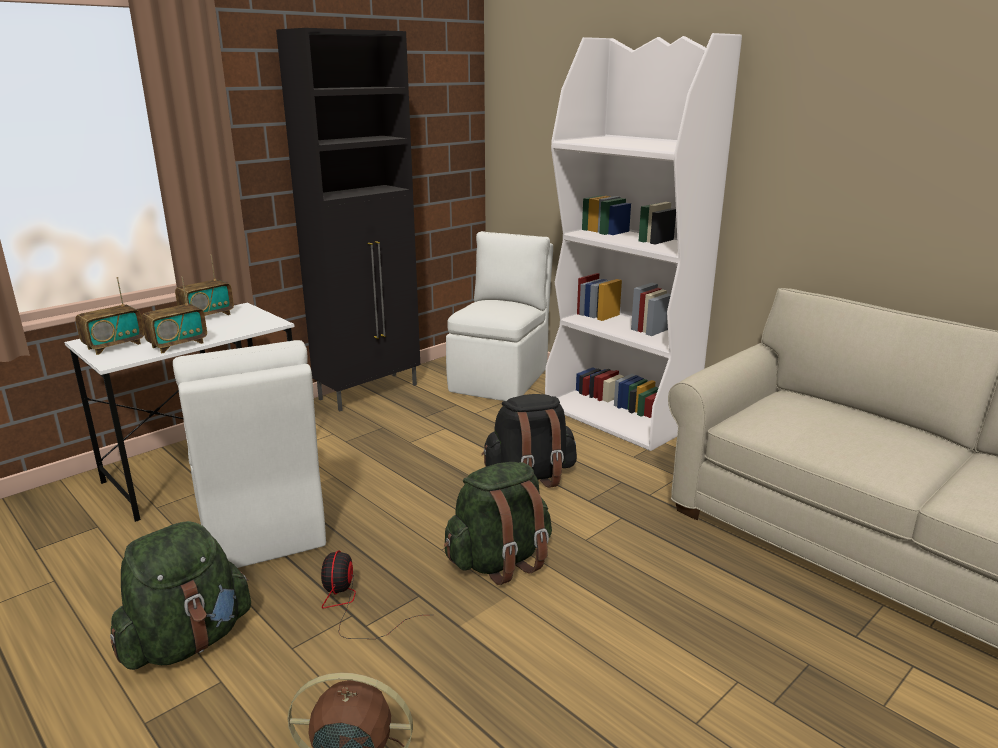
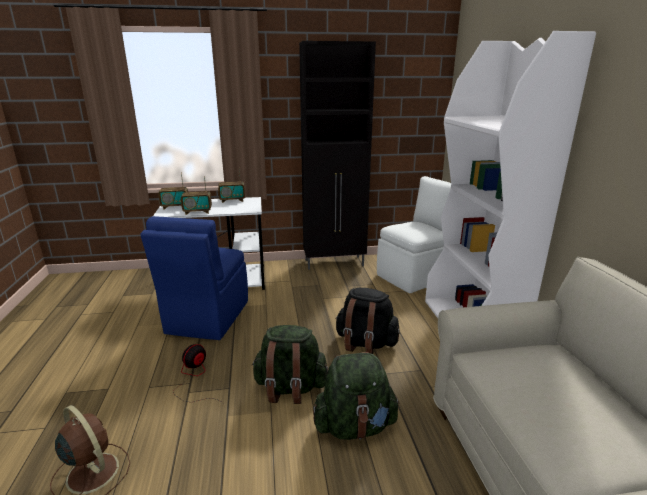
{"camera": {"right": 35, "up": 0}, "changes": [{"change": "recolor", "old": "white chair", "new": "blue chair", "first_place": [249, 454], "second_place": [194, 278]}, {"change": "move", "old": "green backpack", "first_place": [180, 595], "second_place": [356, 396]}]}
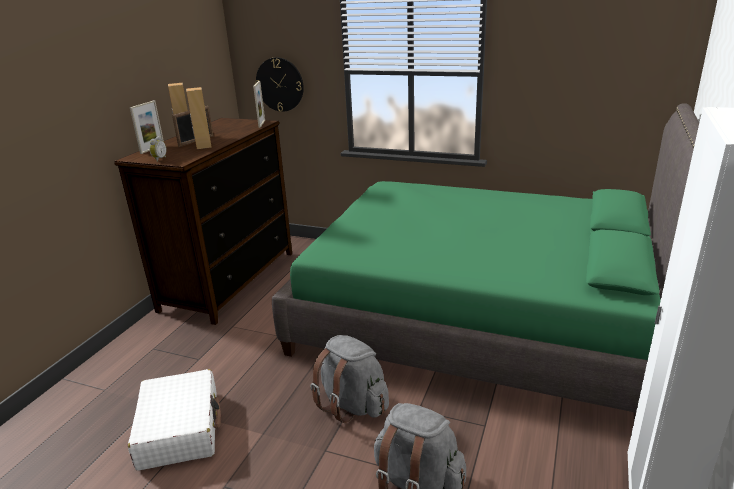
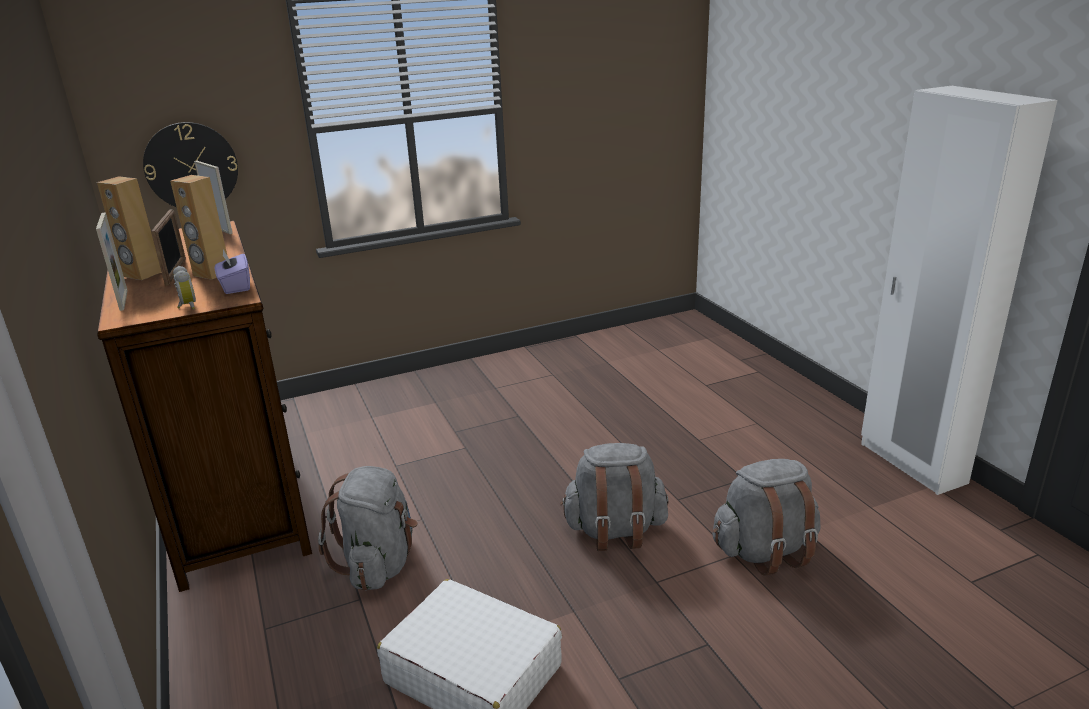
{"camera": {"right": -45, "up": 0}, "changes": [{"change": "insert", "new": "purple tissue box", "second_place": [232, 272]}, {"change": "insert", "new": "grey backpack", "second_place": [368, 528]}, {"change": "delete", "old": "green bed", "first_place": [485, 258]}]}
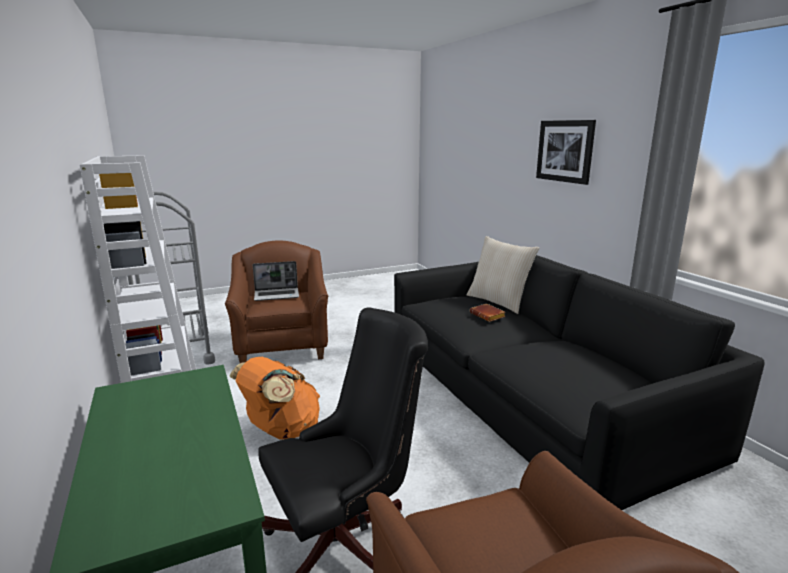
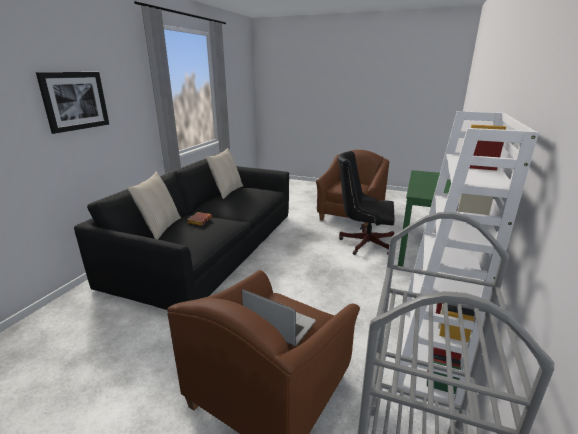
{"camera": {"right": -135, "up": 5}, "changes": [{"change": "insert", "new": "beige pillow", "second_place": [224, 173]}, {"change": "delete", "old": "orange backpack", "first_place": [274, 398]}]}
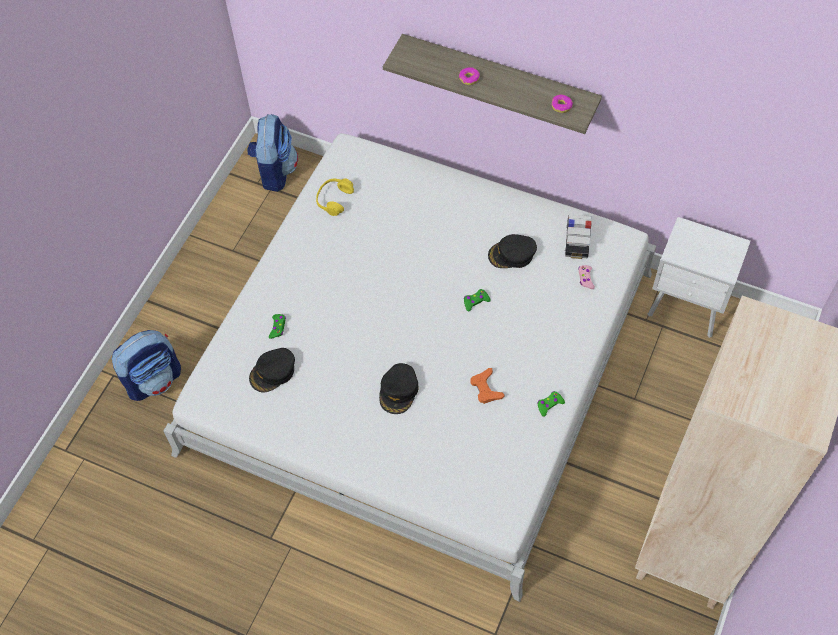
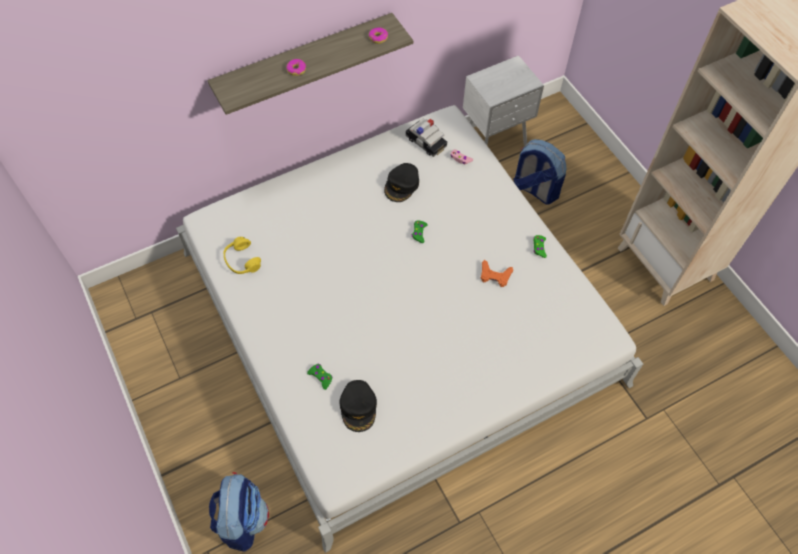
{"camera": {"right": -55, "up": 0}, "changes": [{"change": "move", "old": "backpack", "first_place": [273, 153], "second_place": [540, 171]}, {"change": "delete", "old": "black cap", "first_place": [398, 388]}]}
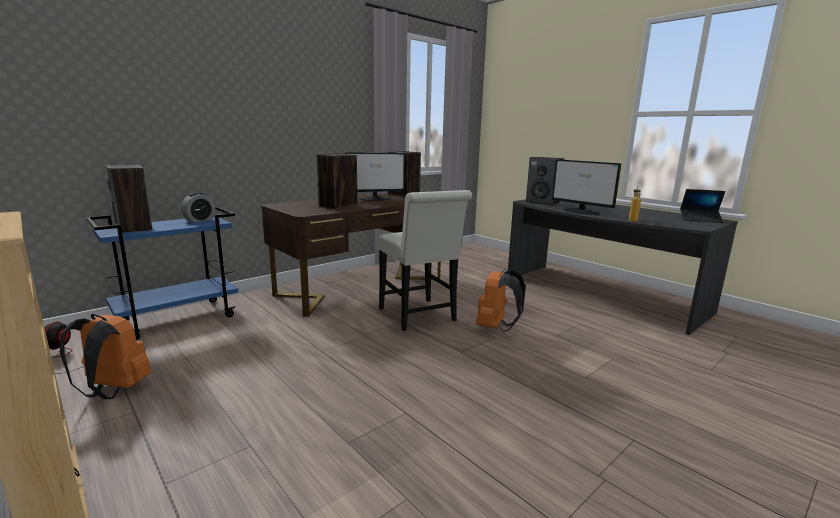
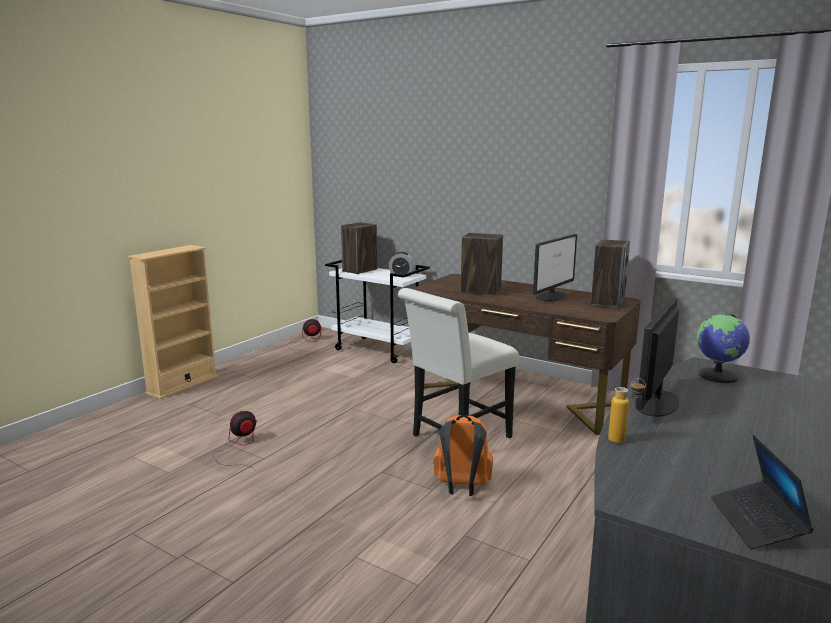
{"camera": {"right": 75, "up": 0}, "changes": [{"change": "insert", "new": "fan", "second_place": [235, 441]}, {"change": "recolor", "old": "blue cart", "new": "white cart", "first_place": [162, 273], "second_place": [377, 311]}, {"change": "rotate", "old": "monitor", "first_place": [375, 176], "second_place": [555, 267], "degrees": -105}, {"change": "replace", "old": "speaker", "new": "globe", "first_place": [545, 181], "second_place": [723, 348]}, {"change": "delete", "old": "orange backpack", "first_place": [106, 356]}]}
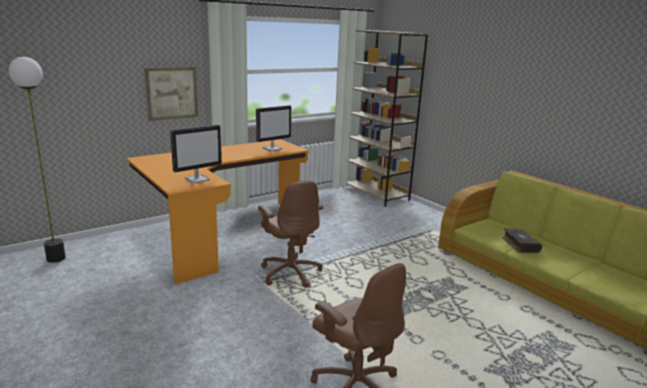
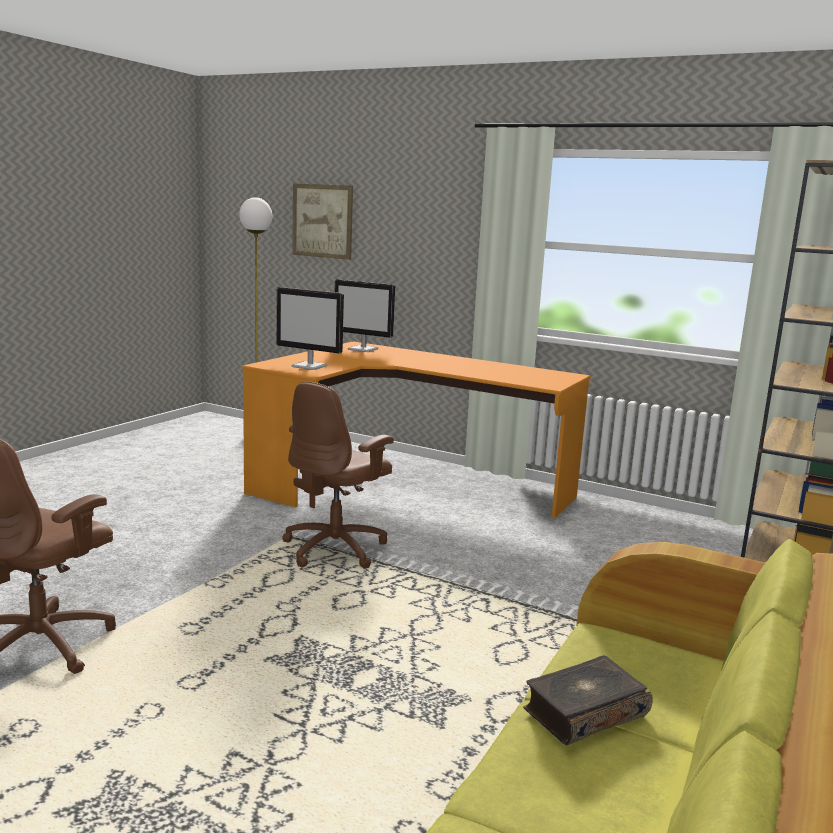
{"camera": {"right": 65, "up": -5}, "changes": [{"change": "move", "old": "picture", "first_place": [171, 94], "second_place": [322, 221]}, {"change": "move", "old": "monitor", "first_place": [273, 128], "second_place": [365, 315]}]}
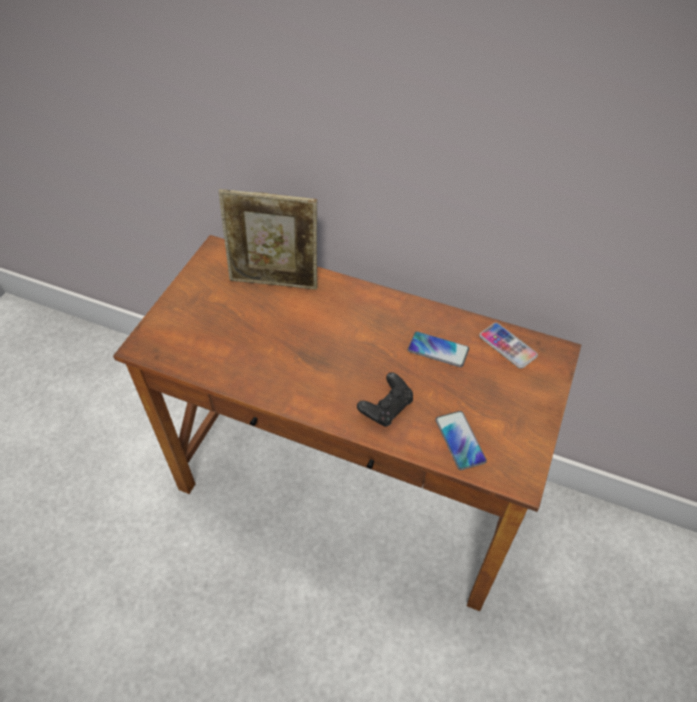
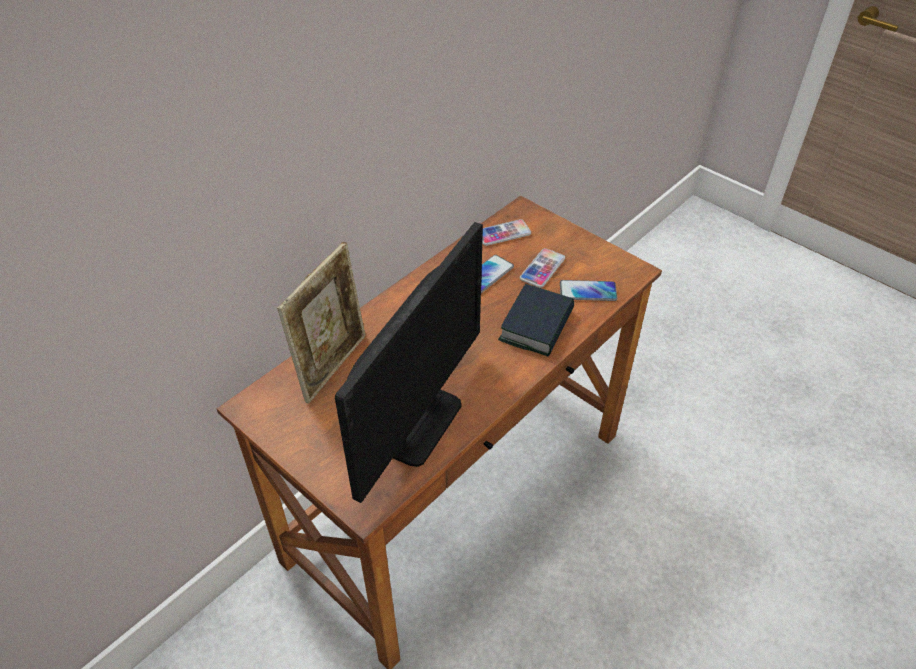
{"camera": {"right": -70, "up": -5}, "changes": [{"change": "insert", "new": "monitor", "second_place": [409, 362]}, {"change": "replace", "old": "black game controller", "new": "book", "first_place": [385, 399], "second_place": [536, 320]}, {"change": "insert", "new": "phone", "second_place": [542, 268]}]}
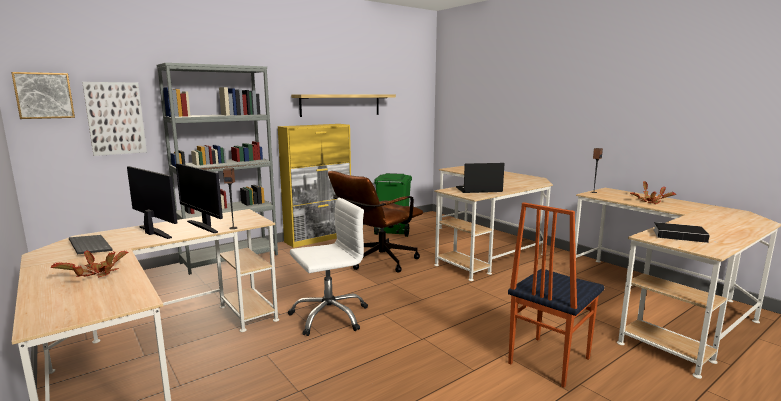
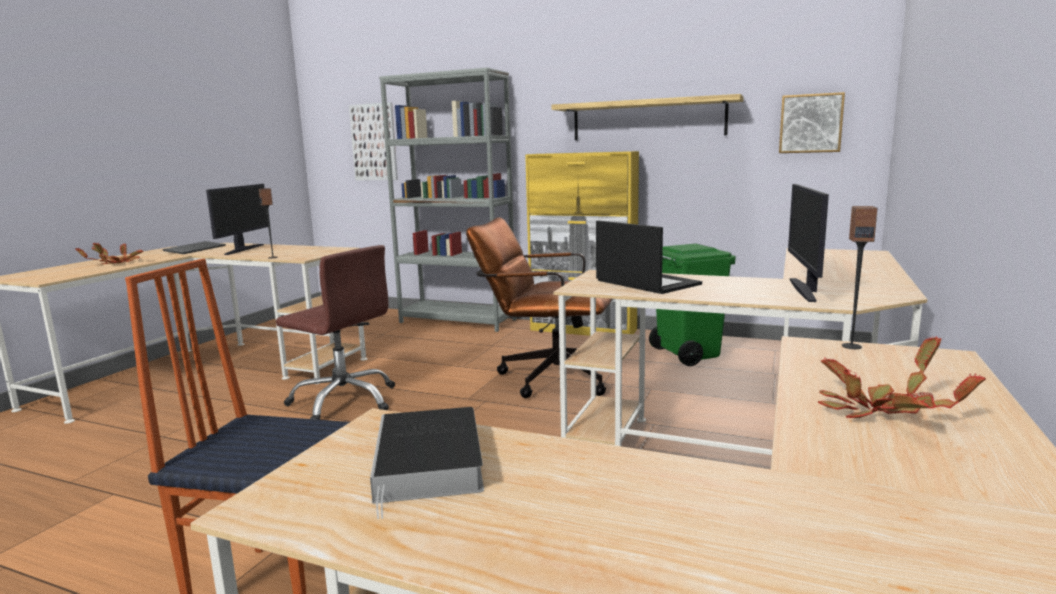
{"camera": {"right": 60, "up": 0}, "changes": [{"change": "recolor", "old": "white office chair", "new": "brown office chair", "first_place": [328, 267], "second_place": [335, 332]}, {"change": "move", "old": "picture", "first_place": [43, 95], "second_place": [812, 122]}, {"change": "move", "old": "monitor", "first_place": [199, 198], "second_place": [808, 243]}]}
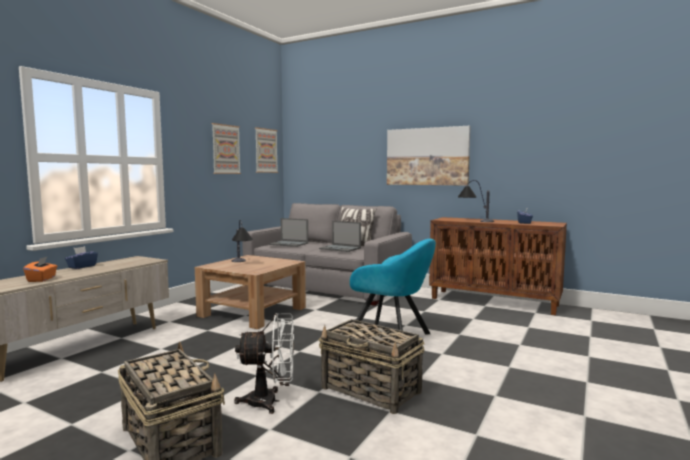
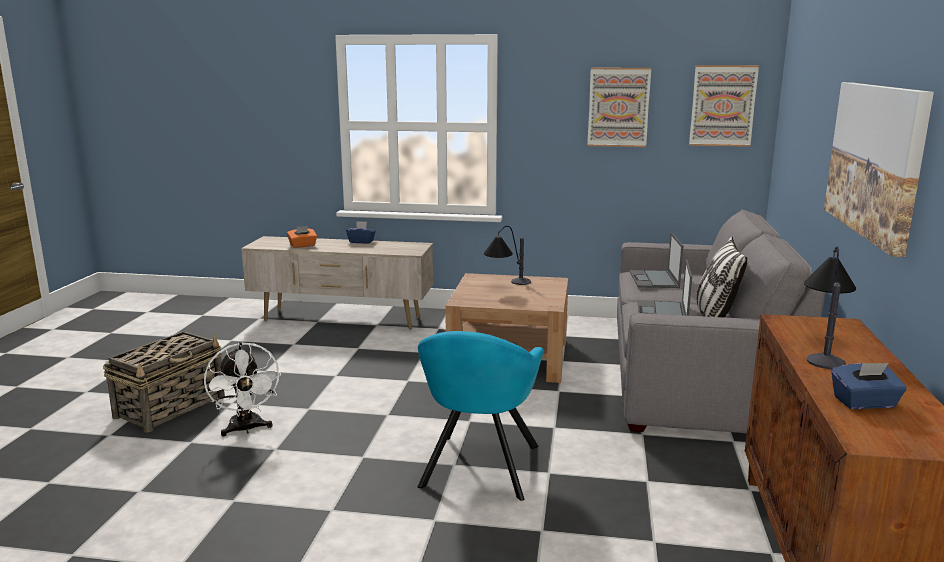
{"camera": {"right": 70, "up": 10}, "changes": [{"change": "delete", "old": "basket", "first_place": [371, 366]}]}
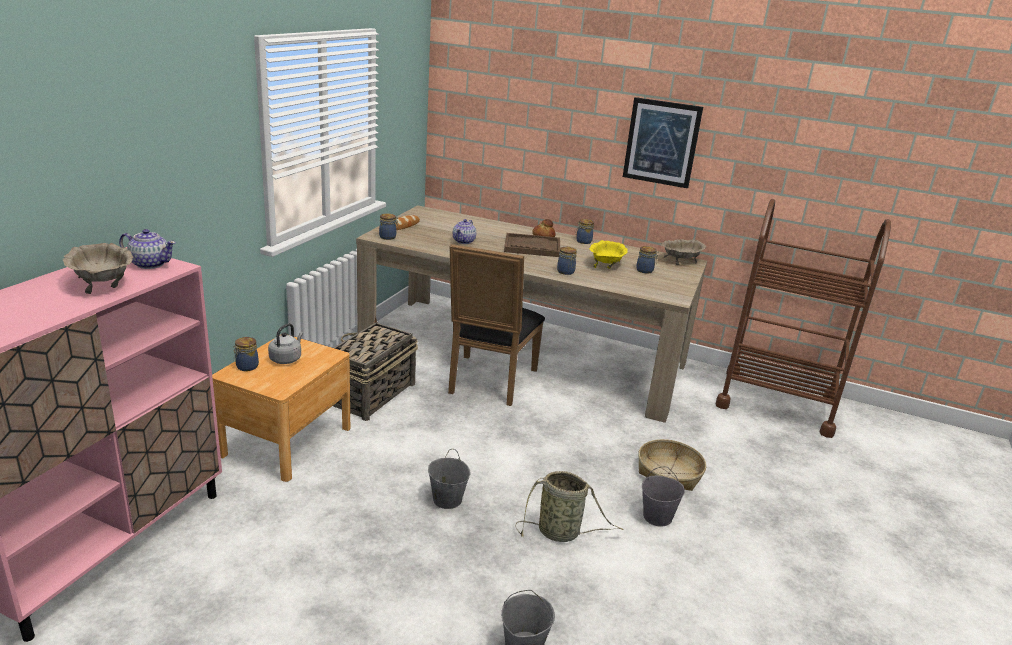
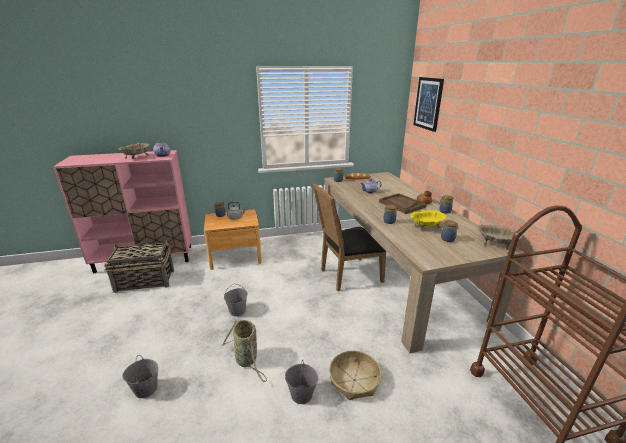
{"camera": {"right": 55, "up": 0}, "changes": [{"change": "move", "old": "basket", "first_place": [375, 369], "second_place": [139, 266]}, {"change": "move", "old": "picture", "first_place": [663, 142], "second_place": [428, 104]}]}
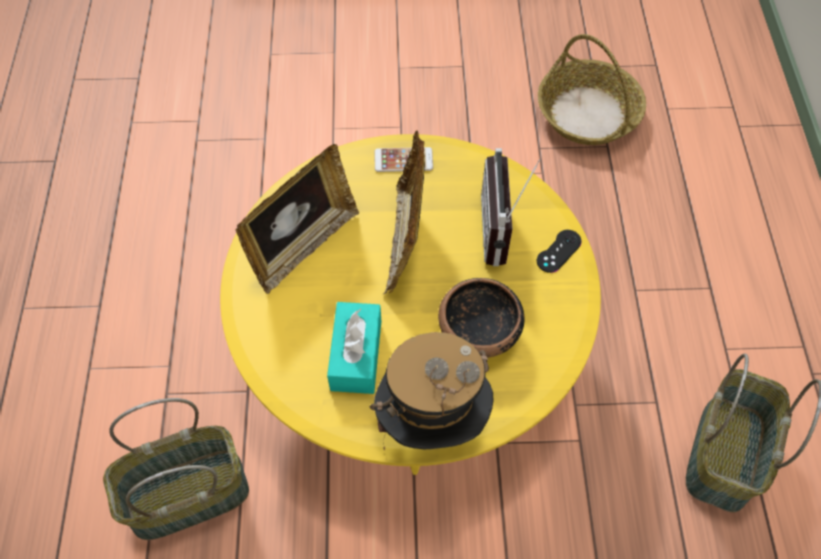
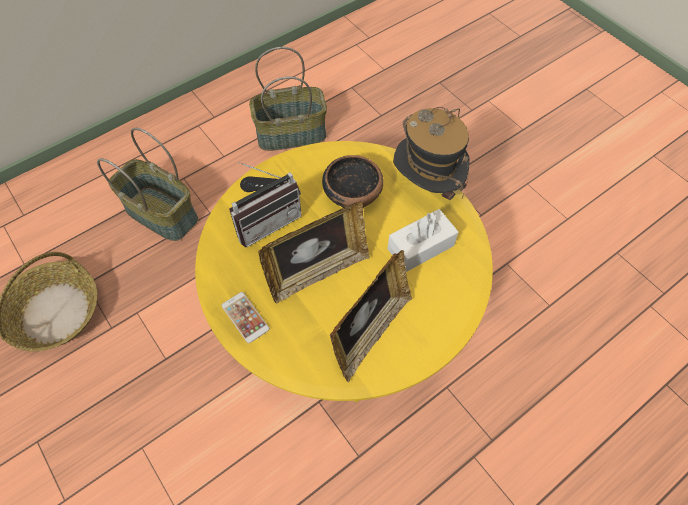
{"camera": {"right": -125, "up": 0}, "changes": [{"change": "move", "old": "basket", "first_place": [176, 469], "second_place": [147, 184]}, {"change": "rotate", "old": "picture frame", "first_place": [297, 219], "second_place": [371, 316], "degrees": 120}, {"change": "recolor", "old": "turquoise tissue box", "new": "white tissue box", "first_place": [354, 348], "second_place": [423, 240]}]}
